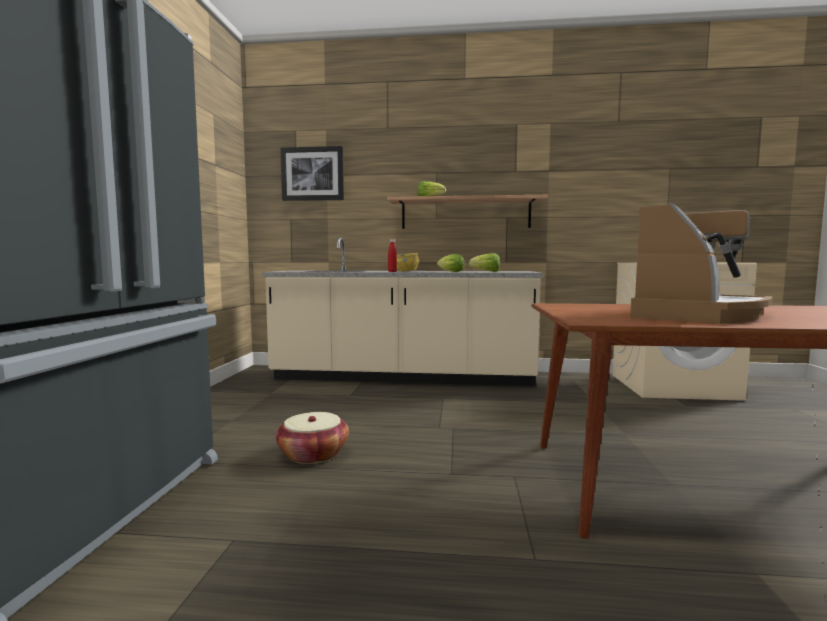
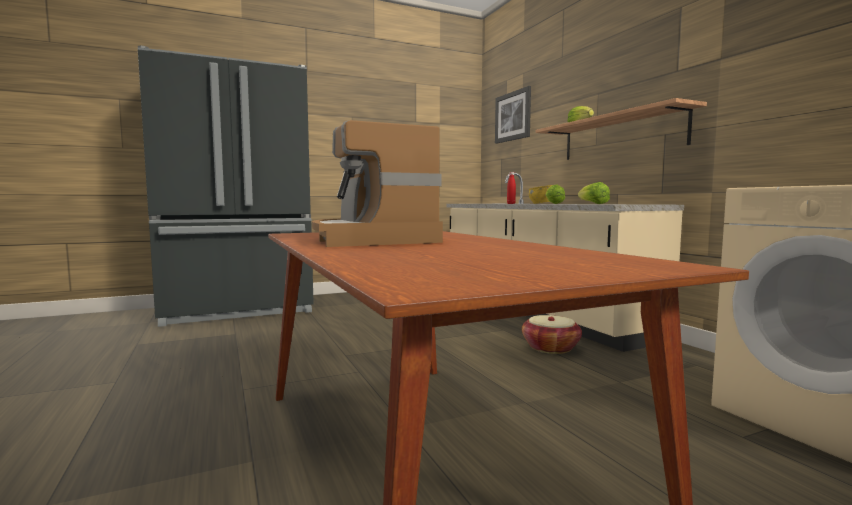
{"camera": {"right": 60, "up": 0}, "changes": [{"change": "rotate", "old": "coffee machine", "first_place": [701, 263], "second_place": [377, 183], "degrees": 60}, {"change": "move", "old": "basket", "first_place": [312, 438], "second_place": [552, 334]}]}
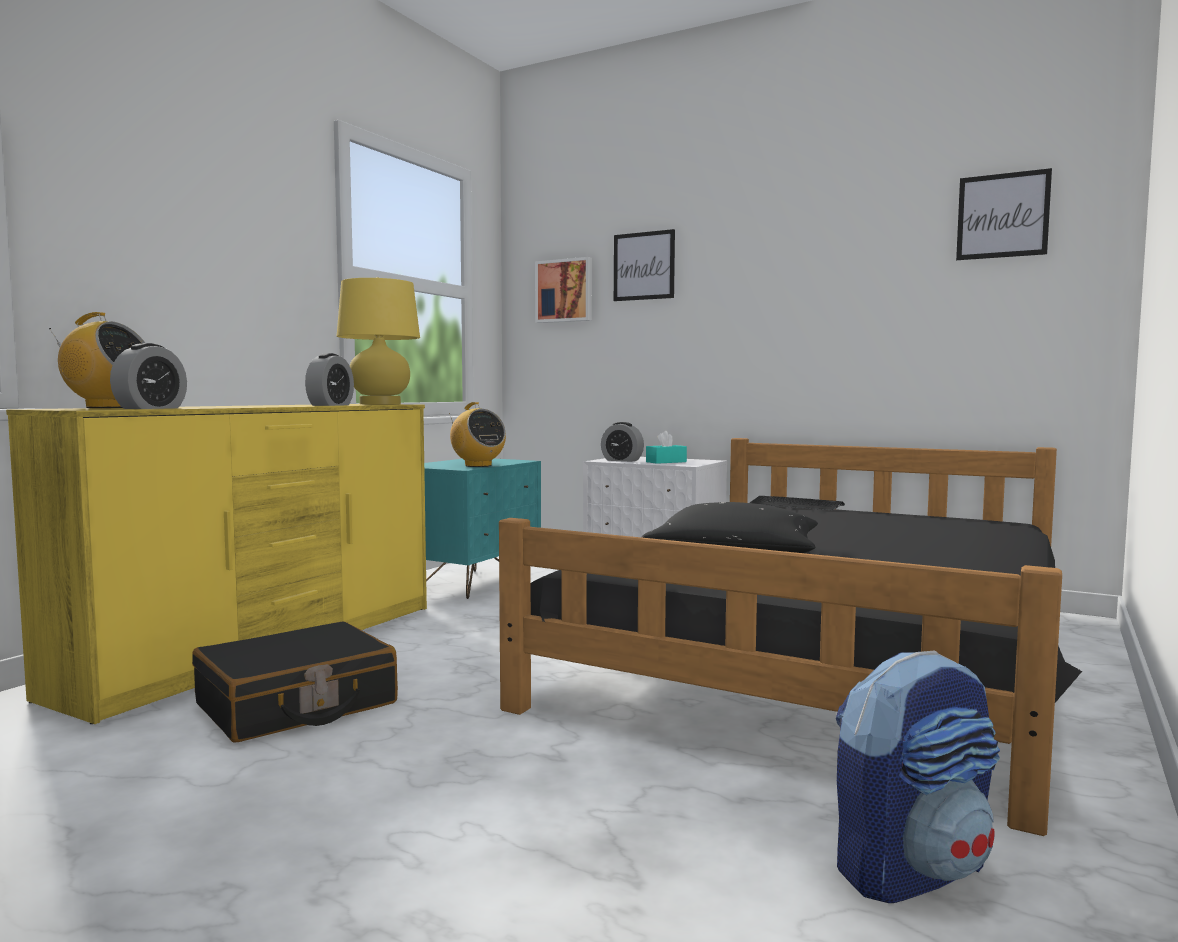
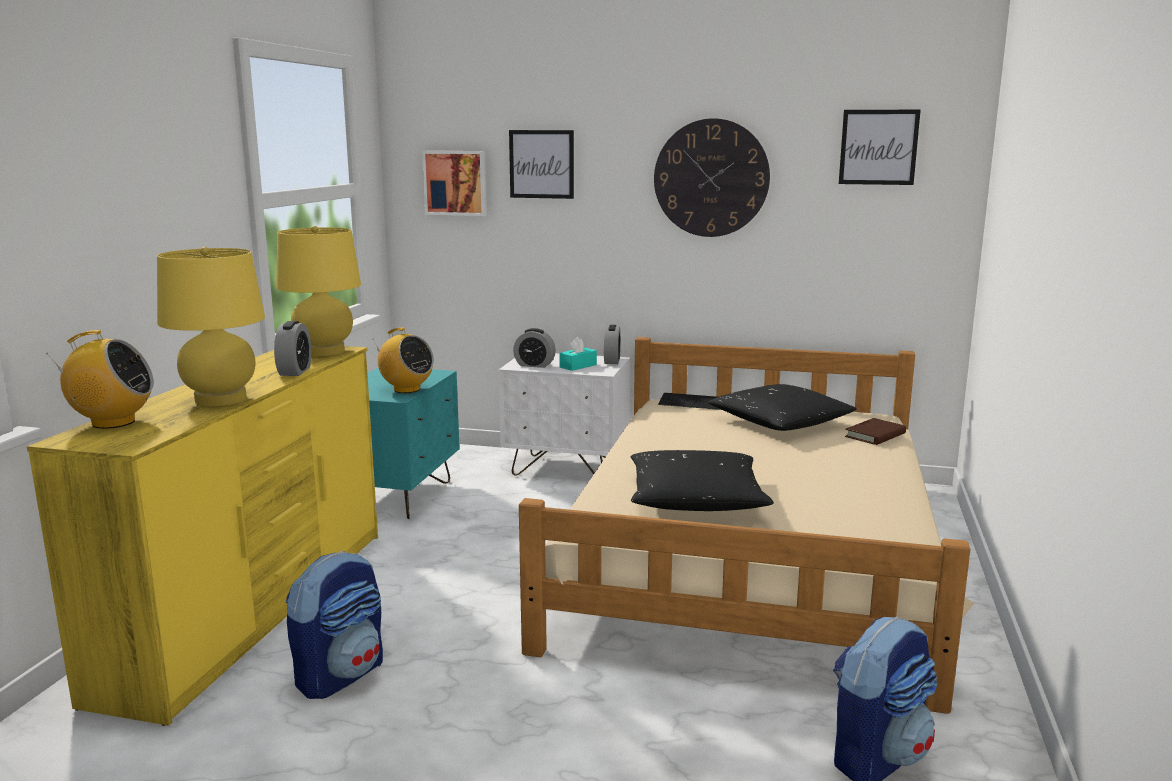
{"camera": {"right": -15, "up": 10}, "changes": [{"change": "insert", "new": "yellow table lamp", "second_place": [211, 326]}, {"change": "replace", "old": "black suitcase", "new": "backpack", "first_place": [295, 682], "second_place": [334, 625]}, {"change": "recolor", "old": "black bed", "new": "beige bed", "first_place": [790, 637], "second_place": [746, 525]}, {"change": "move", "old": "alarm clock", "first_place": [148, 376], "second_place": [612, 344]}, {"change": "insert", "new": "wall clock", "second_place": [712, 177]}, {"change": "insert", "new": "black pillow", "second_place": [782, 407]}, {"change": "insert", "new": "brown book", "second_place": [875, 431]}]}
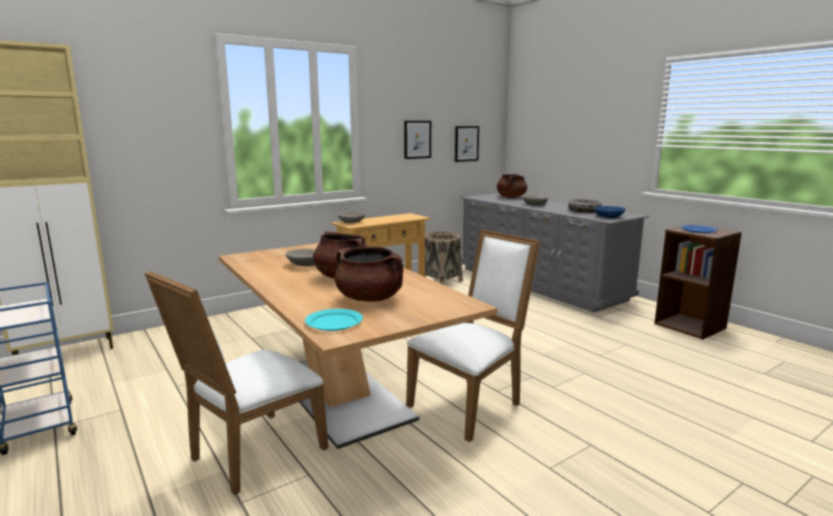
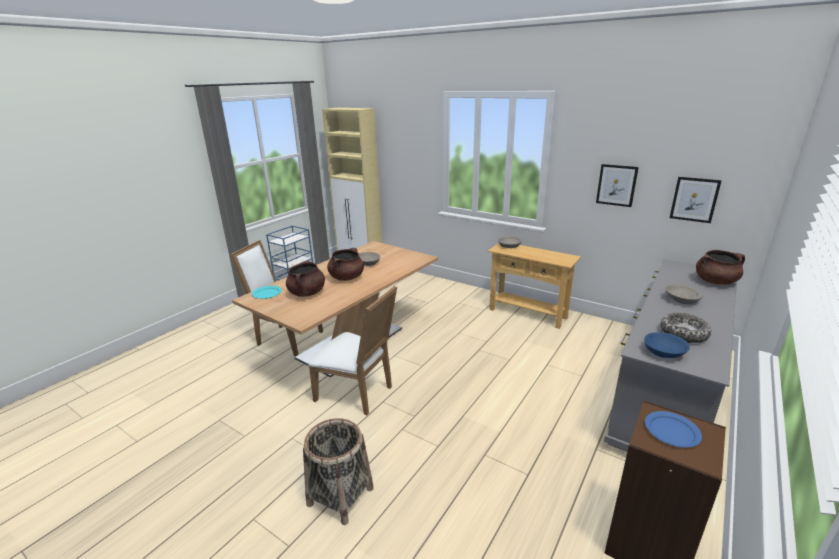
{"camera": {"right": 70, "up": 10}, "changes": [{"change": "move", "old": "basket", "first_place": [444, 258], "second_place": [338, 471]}]}
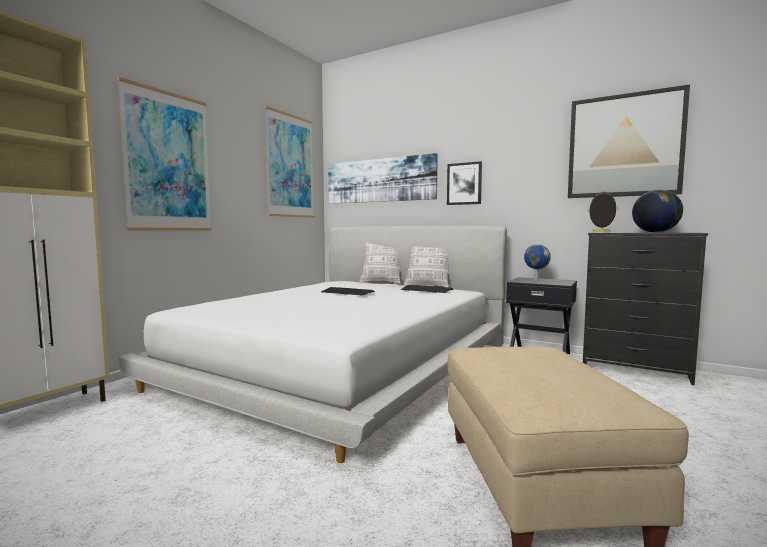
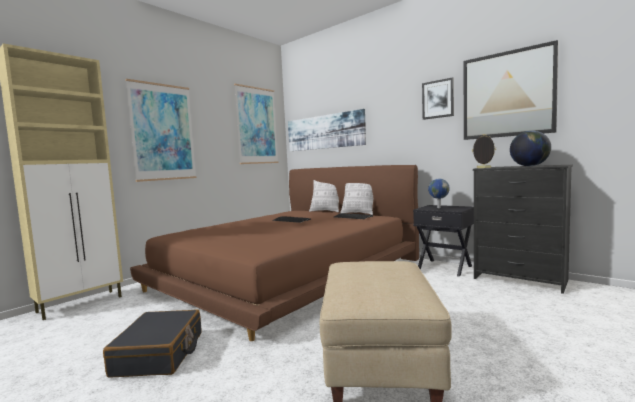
{"camera": {"right": 10, "up": 0}, "changes": [{"change": "insert", "new": "black suitcase", "second_place": [152, 343]}, {"change": "recolor", "old": "white bed", "new": "brown bed", "first_place": [312, 344], "second_place": [274, 253]}, {"change": "move", "old": "picture", "first_place": [464, 183], "second_place": [438, 98]}]}
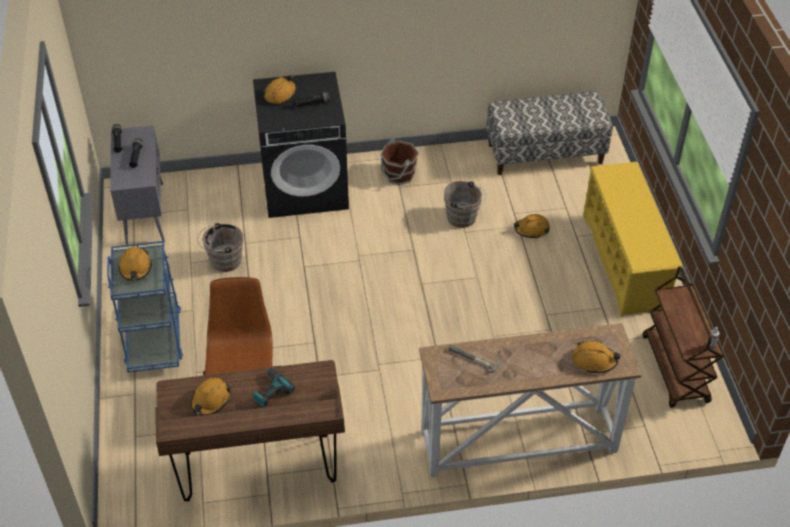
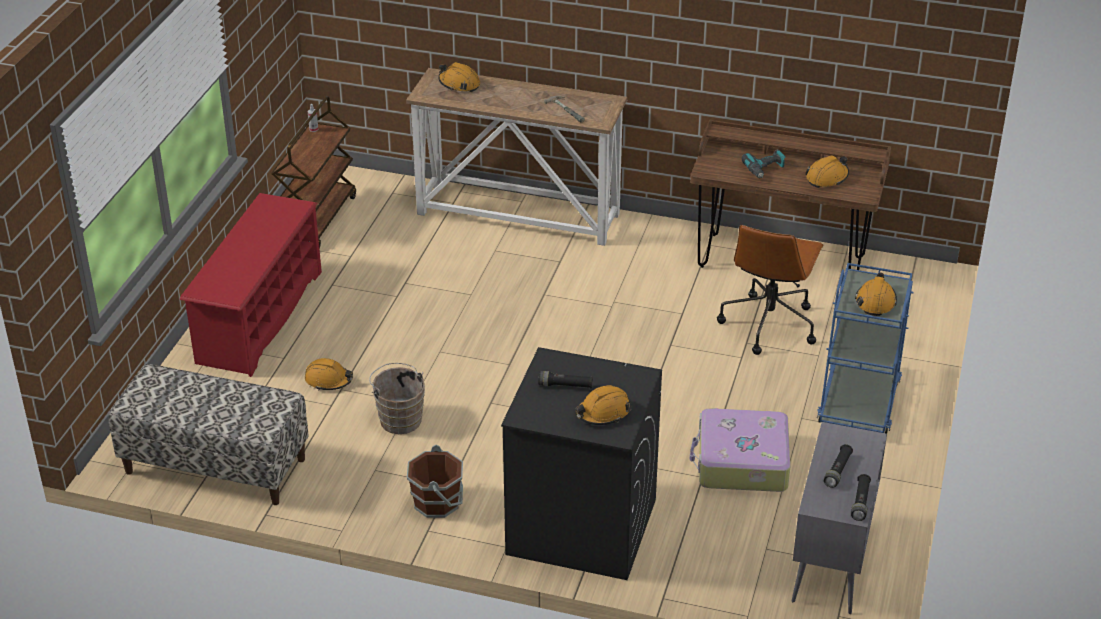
{"camera": {"right": -155, "up": -10}, "changes": [{"change": "recolor", "old": "yellow shoe rack", "new": "red shoe rack", "first_place": [633, 239], "second_place": [251, 285]}, {"change": "replace", "old": "brown bucket", "new": "suitcase", "first_place": [220, 247], "second_place": [740, 450]}]}
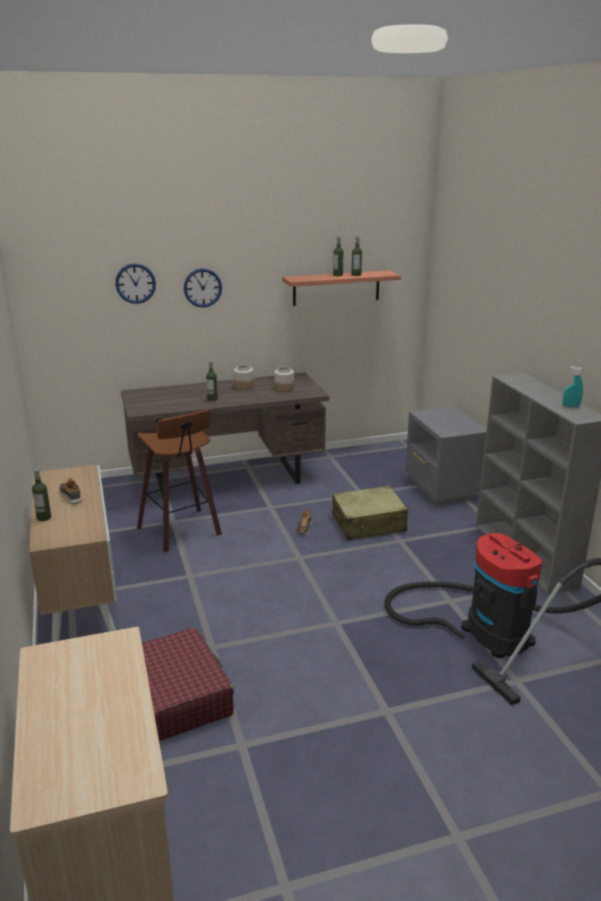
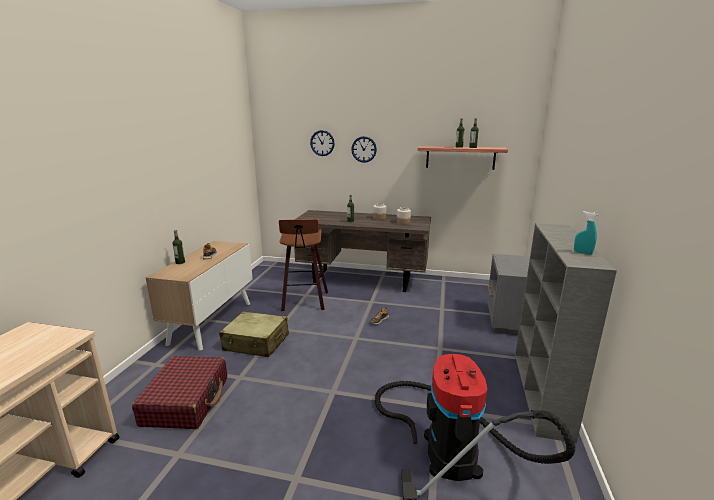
{"camera": {"right": 30, "up": -5}, "changes": [{"change": "move", "old": "beige suitcase", "first_place": [370, 513], "second_place": [254, 334]}]}
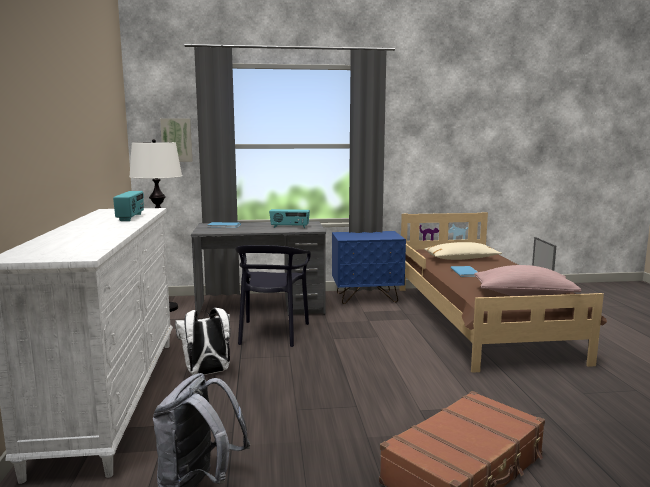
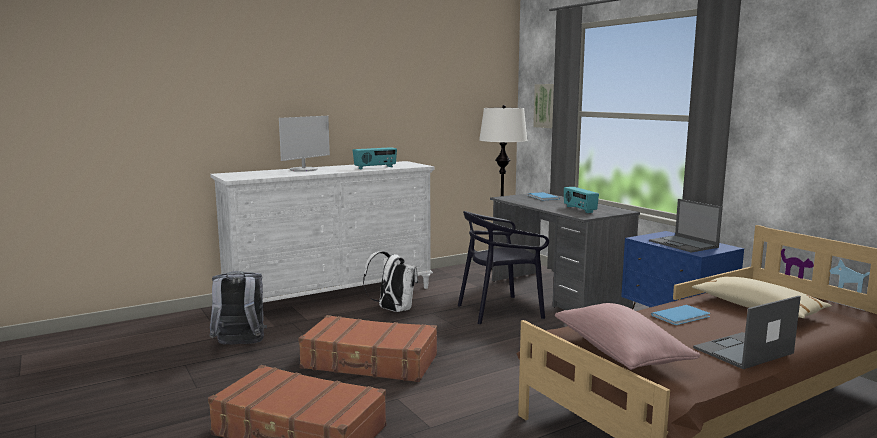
{"camera": {"right": 65, "up": 0}, "changes": [{"change": "insert", "new": "monitor", "second_place": [304, 144]}, {"change": "insert", "new": "brown suitcase", "second_place": [367, 348]}, {"change": "insert", "new": "laptop", "second_place": [686, 225]}]}
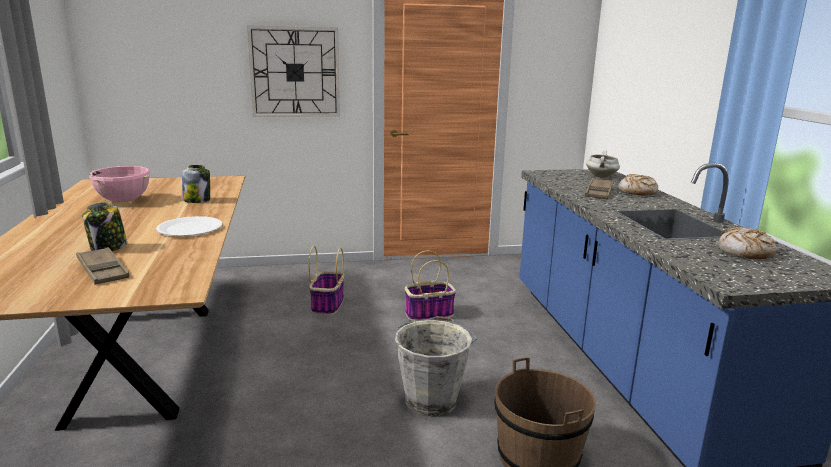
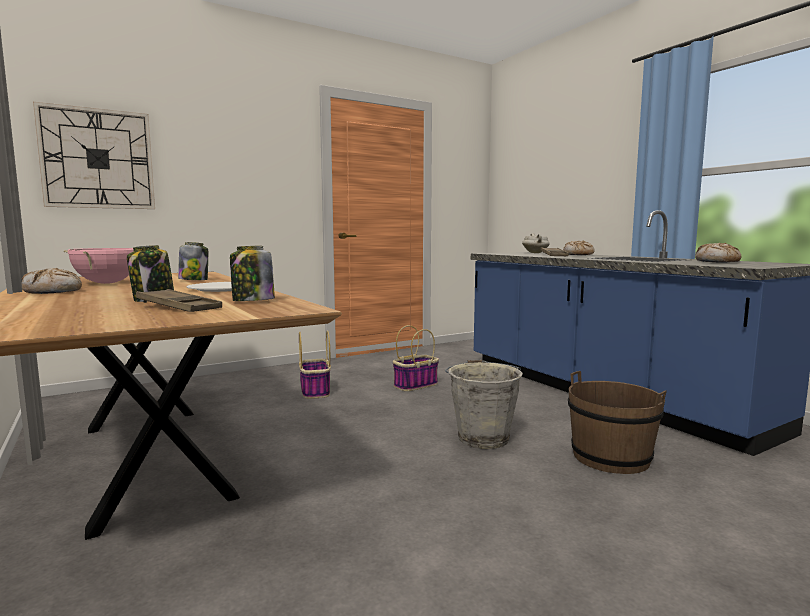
{"camera": {"right": -20, "up": -10}, "changes": [{"change": "insert", "new": "bread", "second_place": [52, 281]}, {"change": "move", "old": "wall clock", "first_place": [293, 71], "second_place": [94, 155]}, {"change": "insert", "new": "jar", "second_place": [252, 273]}]}
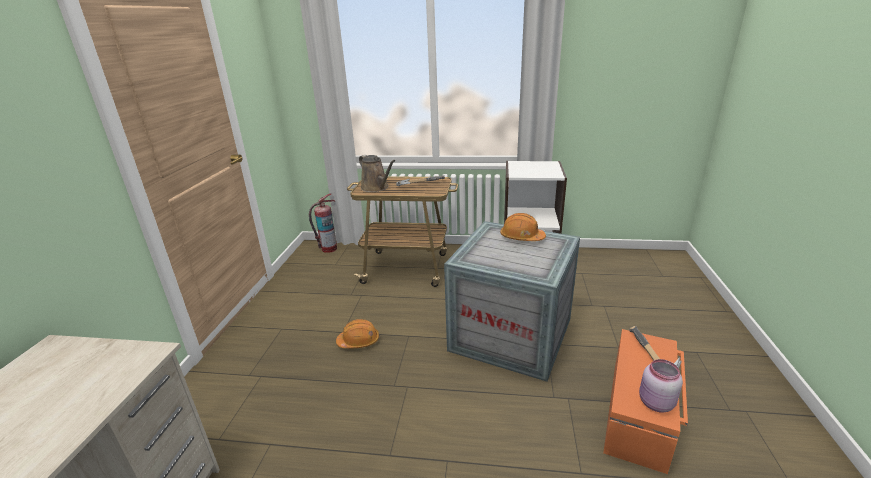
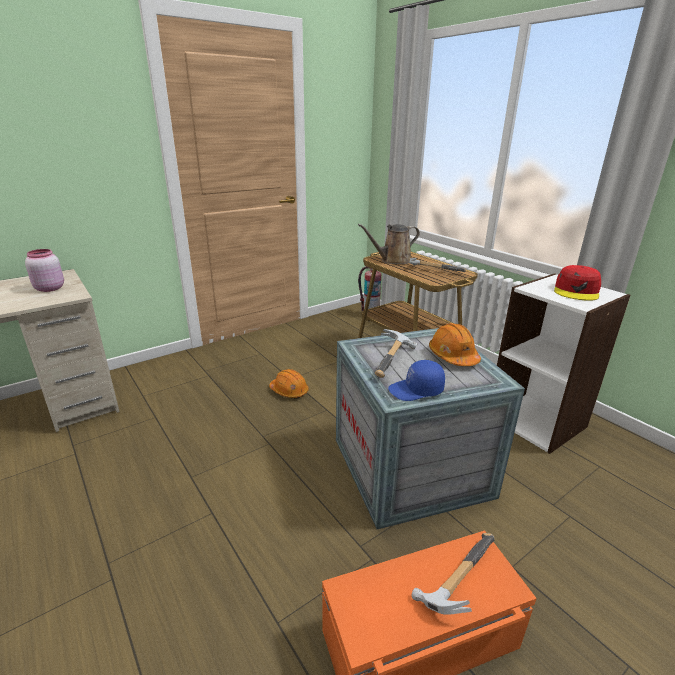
{"camera": {"right": 45, "up": 0}, "changes": [{"change": "move", "old": "pink jar", "first_place": [661, 386], "second_place": [44, 270]}, {"change": "rotate", "old": "brown watering can", "first_place": [377, 173], "second_place": [389, 244], "degrees": 60}, {"change": "insert", "new": "hammer", "second_place": [396, 353]}, {"change": "insert", "new": "blue cap", "second_place": [416, 380]}, {"change": "insert", "new": "red cap", "second_place": [577, 283]}]}
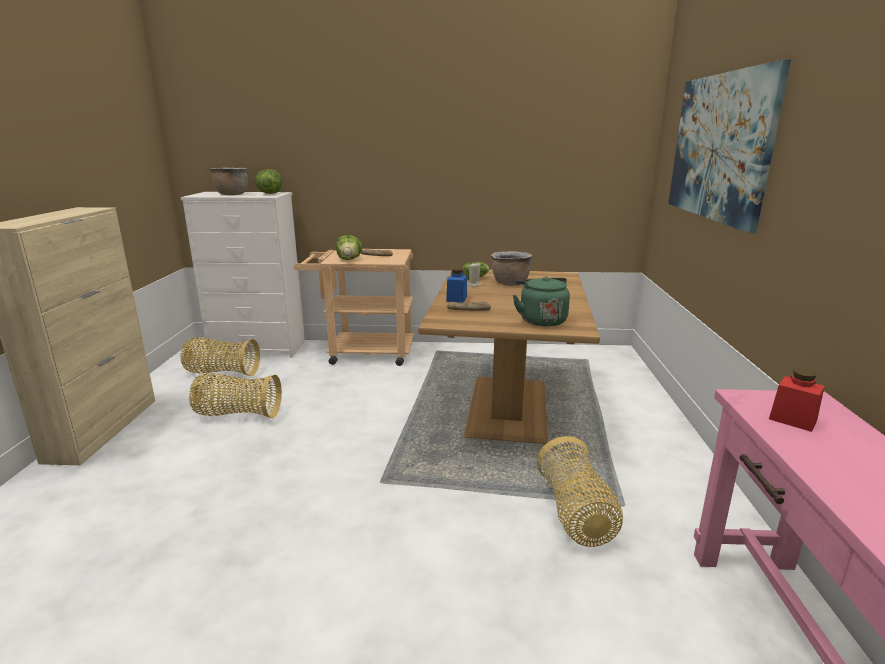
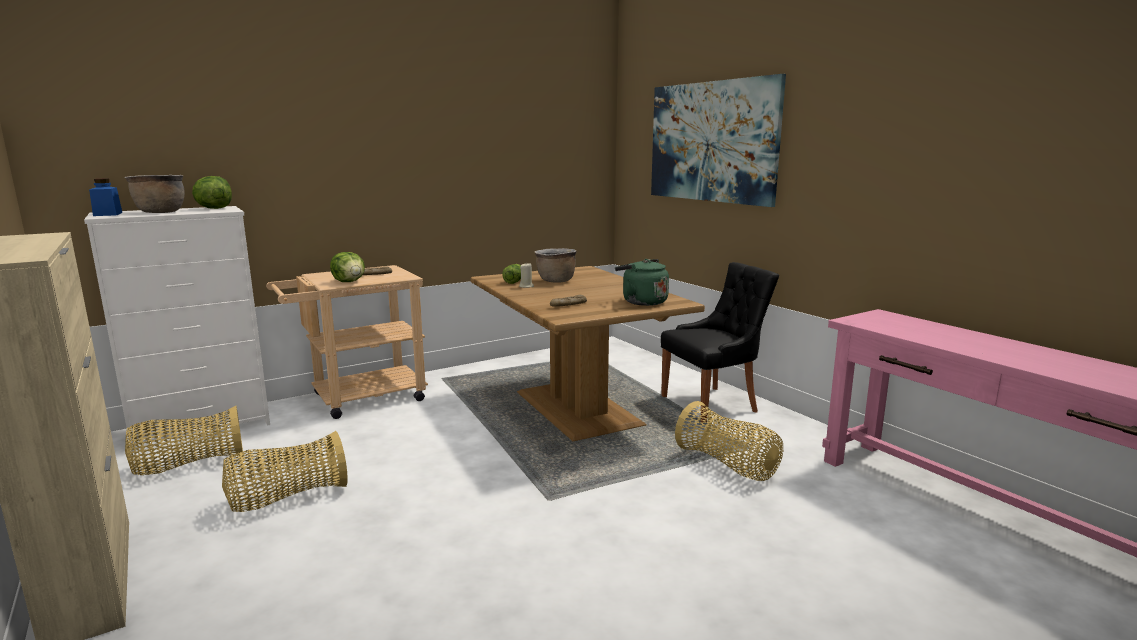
{"camera": {"right": -35, "up": -5}, "changes": [{"change": "move", "old": "blue jar", "first_place": [456, 285], "second_place": [105, 197]}, {"change": "insert", "new": "black chair", "second_place": [720, 342]}, {"change": "delete", "old": "red jar", "first_place": [797, 400]}]}
